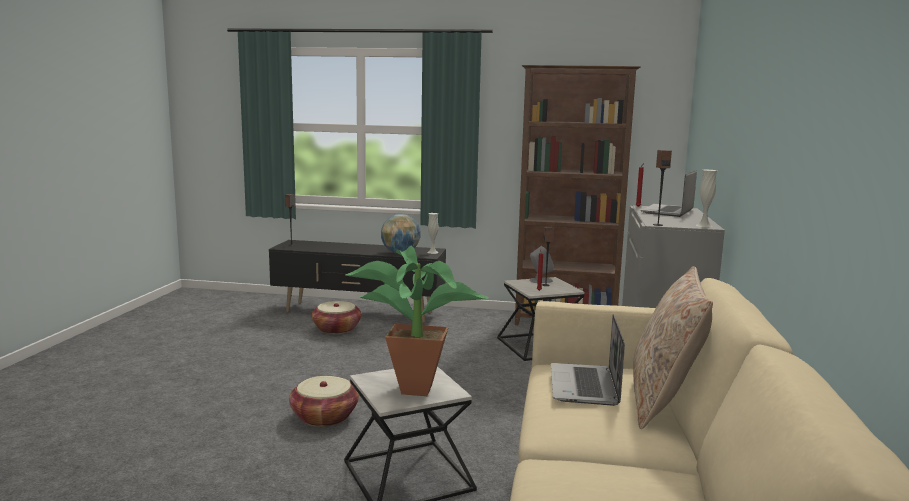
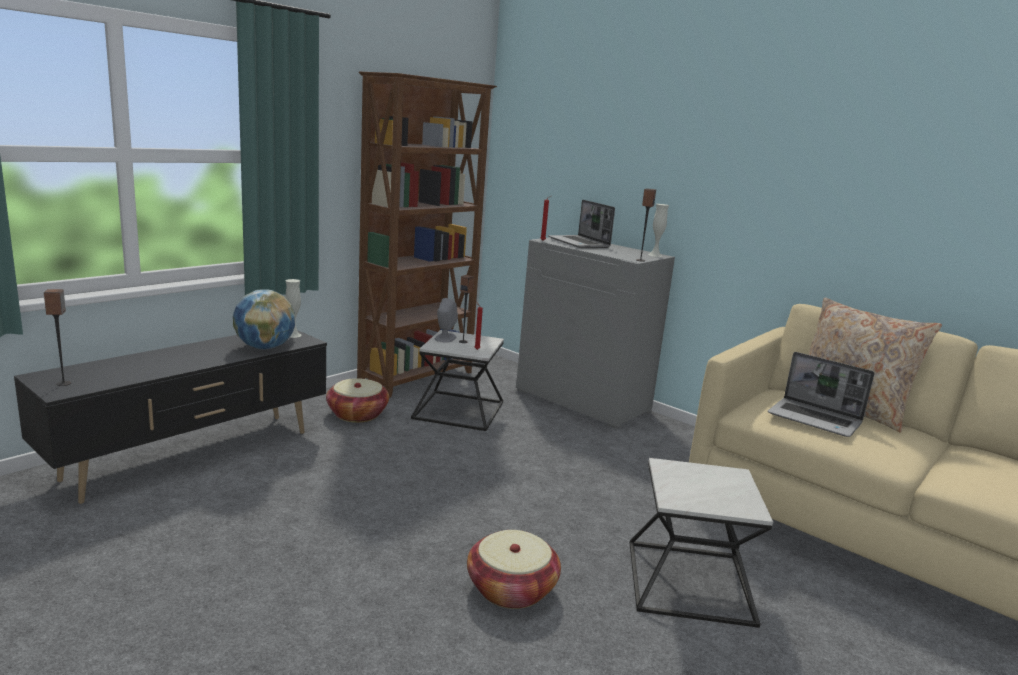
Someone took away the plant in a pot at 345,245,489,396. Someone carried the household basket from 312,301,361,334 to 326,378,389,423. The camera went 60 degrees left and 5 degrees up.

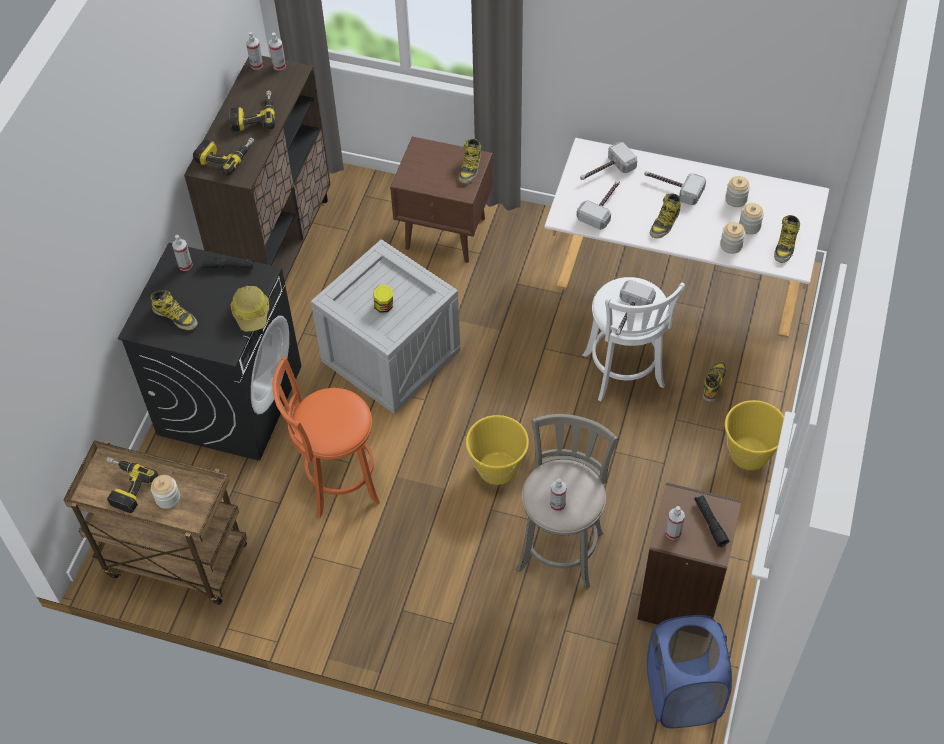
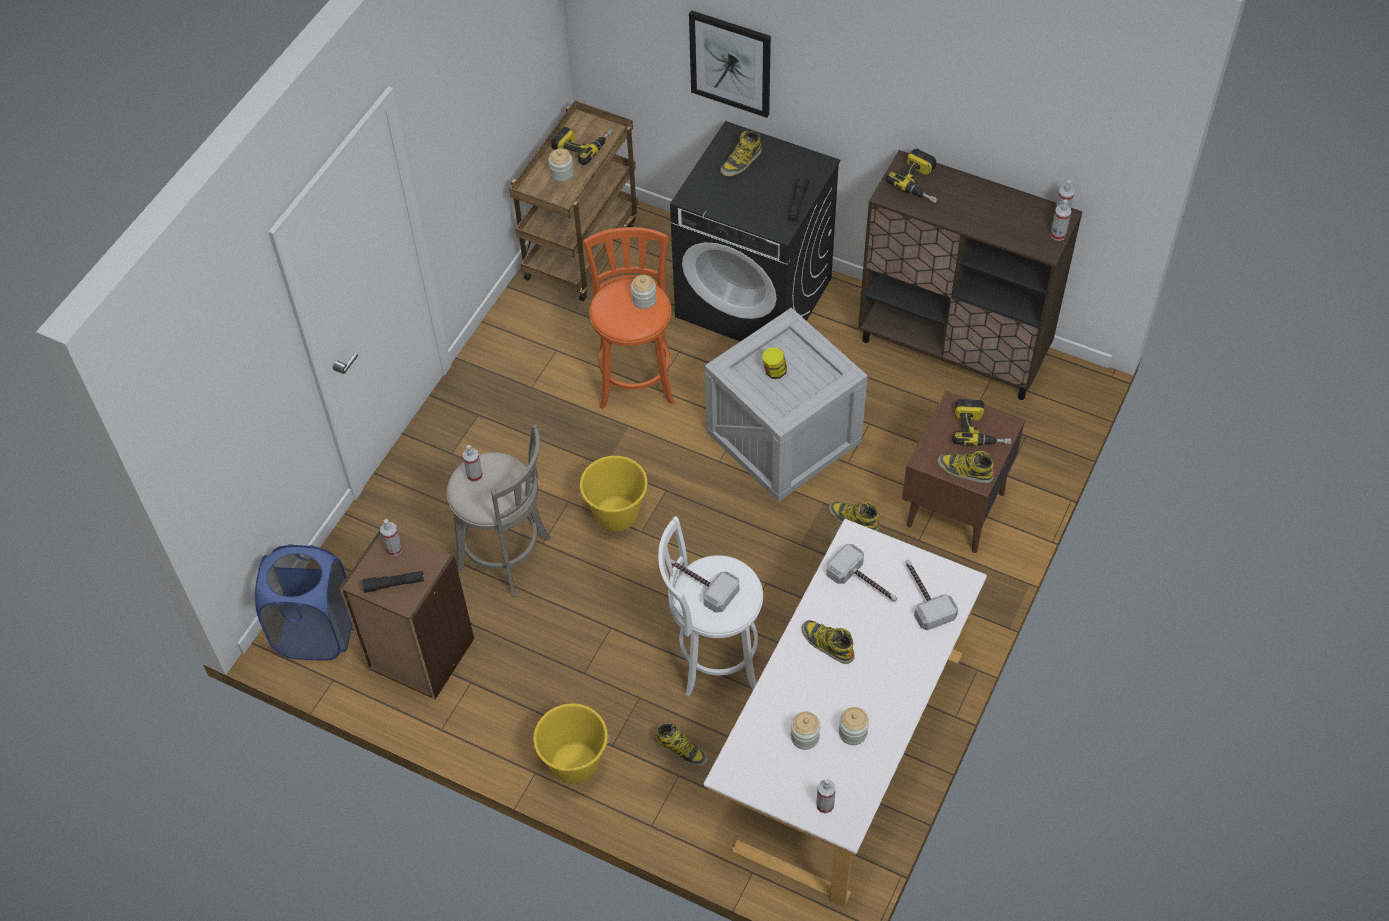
Someone took away the work helmet at 230,286,269,332. Someone took away the hand hammer at 644,171,706,205. Someone put up the wall picture at 689,10,771,118. Someone carried the hand sprayer from 172,235,193,271 to 816,779,836,814. Someone carried the drill from 230,90,275,132 to 952,399,1011,446. Someone carried the preserve jar from 720,222,745,254 to 631,275,656,309. Someone carried the high-top boot from 774,215,800,263 to 828,502,880,531. The camera went 100 degrees right and 0 degrees up.

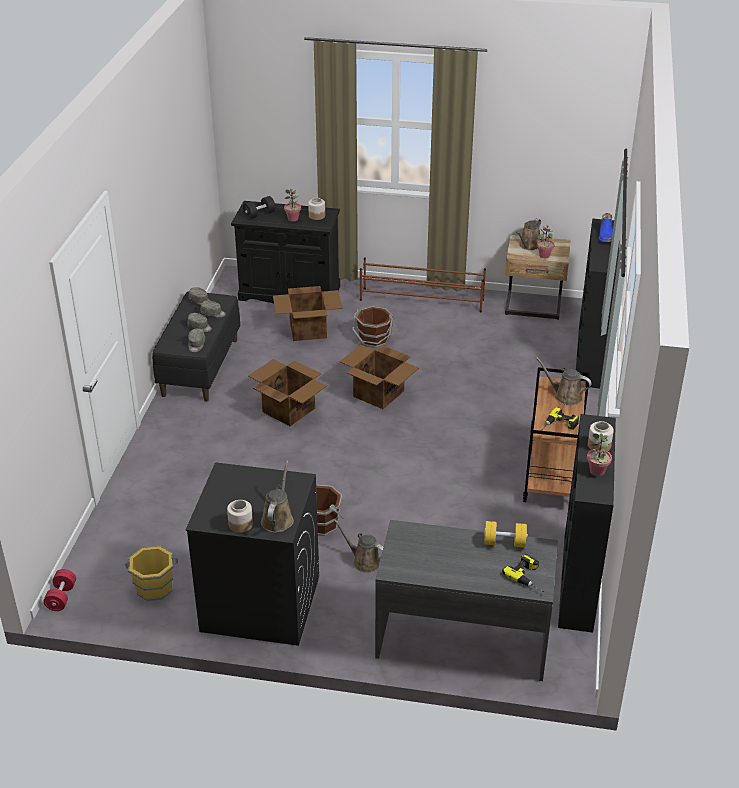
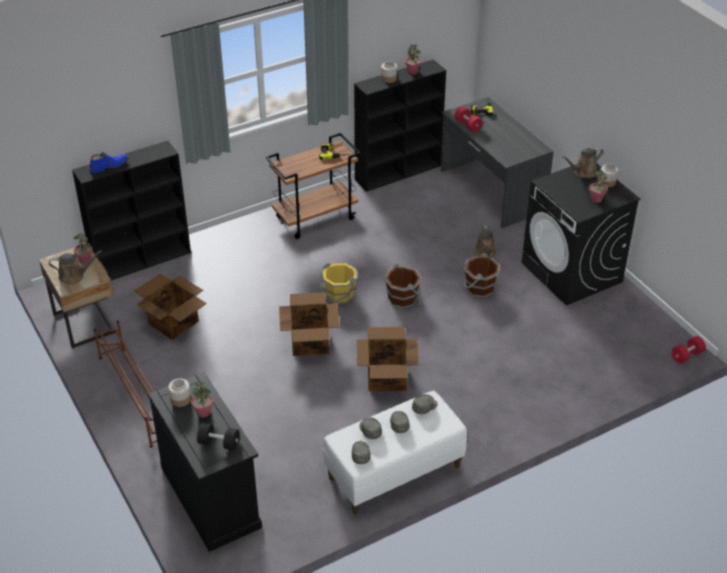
Someone took away the brown sprinkling can at 536,357,591,405. Someone put down the plant in a pot at 589,170,609,203. Someone carried the yellow water bucket from 124,545,178,601 to 318,263,357,304. Someone carried the cardboard box from 273,286,343,341 to 134,273,207,340. Someone carried the brown water bucket from 352,306,393,348 to 384,264,421,309. Someone repainted the black long seat at 152,291,240,402, which became the white long seat at 323,390,467,515. Someone repainted the yellow dumbbell at 483,521,528,547, which became the reddish dumbbell at 454,106,483,132. The camera went 130 degrees left and 5 degrees up.

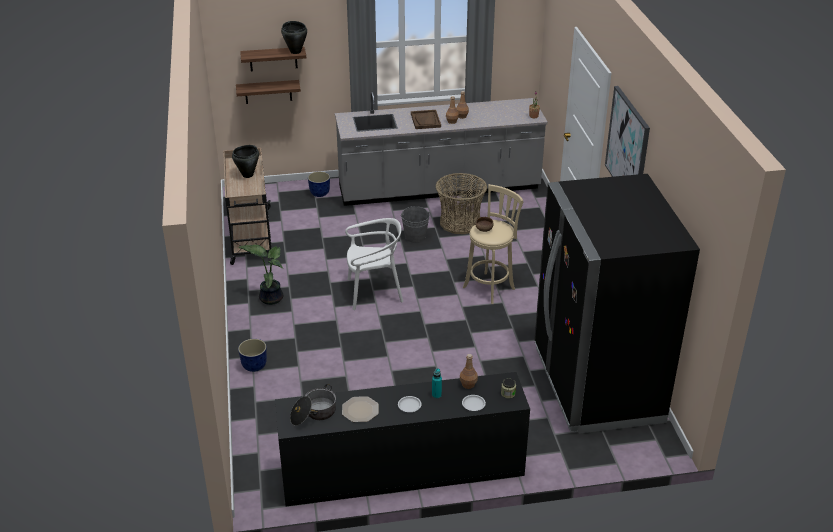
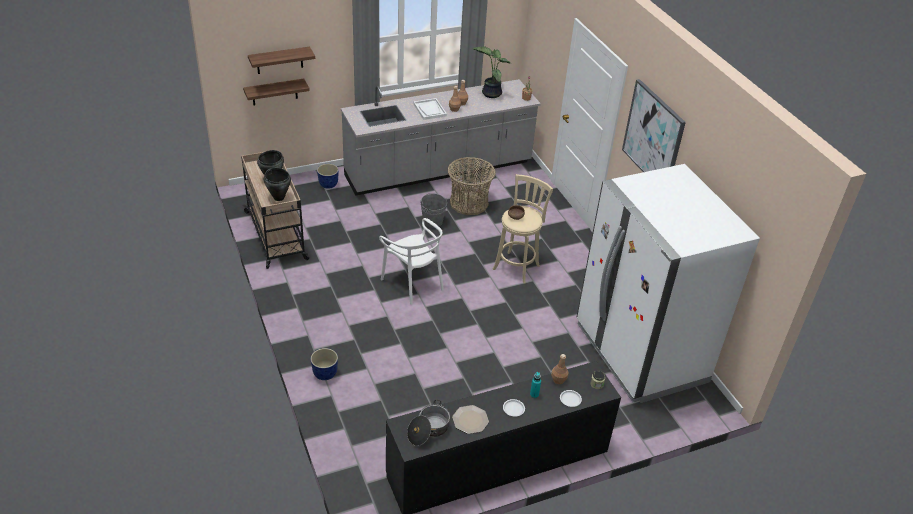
Someone carried the plant in a pot from 238,245,283,305 to 473,47,512,98. Someone carried the black saucepot from 281,21,307,54 to 264,168,291,201. Someone repainted the brown serving tray at 411,110,441,129, which became the white serving tray at 413,98,447,120. Someone repainted the black refrigerator at 534,174,700,434, which became the white refrigerator at 577,164,760,404. Someone rotated the white upright chair at 345,218,403,310 by 75 degrees clockwise. The camera went 15 degrees left and 5 degrees up.

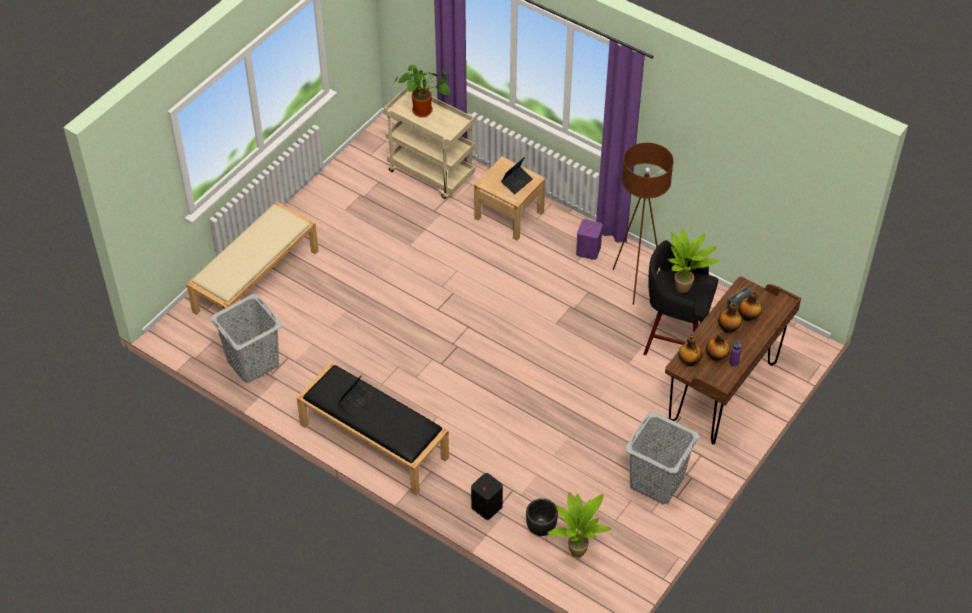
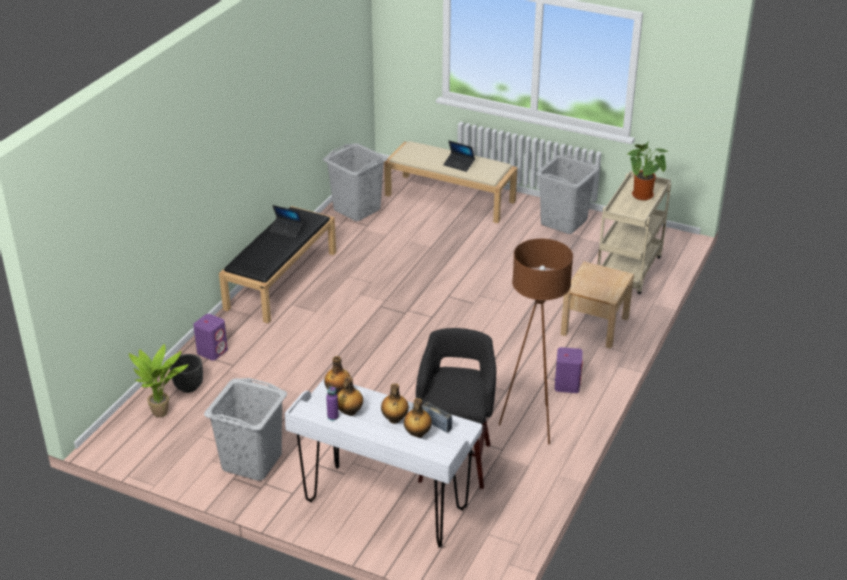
Someone took away the plant in a pot at 668,229,719,293. Someone put down the gray laundry basket at 536,155,599,234. Someone carried the laptop from 501,157,533,194 to 443,141,475,172. Someone repainted the black speaker at 471,473,503,520, which became the purplish speaker at 193,314,228,361. Someone repainted the brown desk table at 665,276,801,444, which became the white desk table at 285,378,482,548. The camera went 80 degrees right and 15 degrees down.

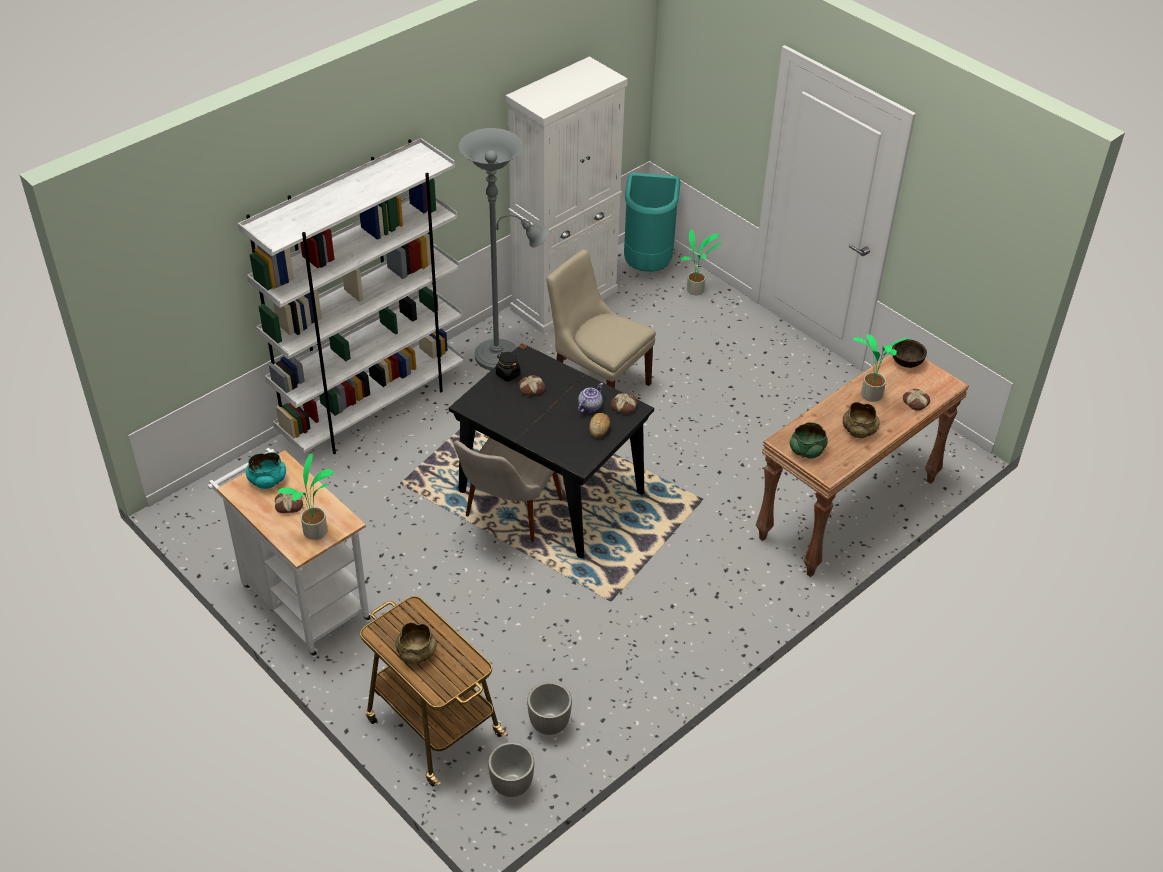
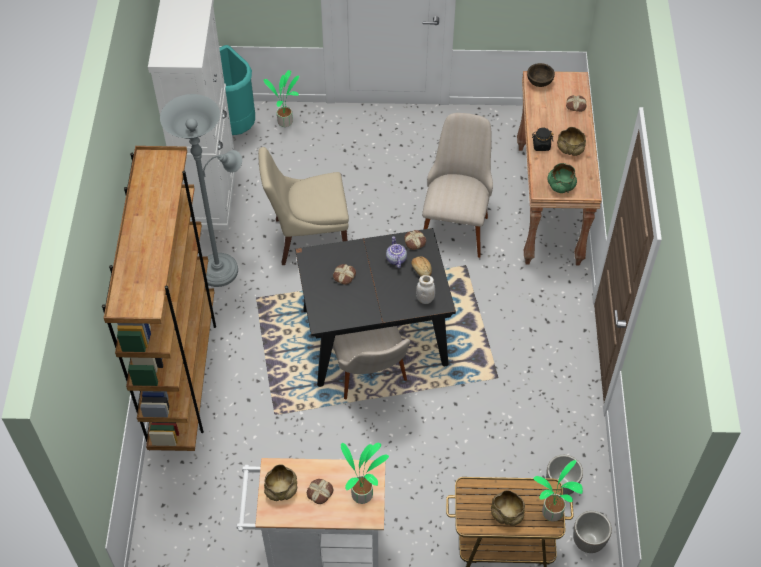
Someone put down the white preserve jar at 416,275,435,304. Someone put down the beige-coloured upright chair at 422,113,493,258. Someone carried the black preserve jar from 496,352,520,381 to 532,128,553,151. Someone carried the plant in a pot from 853,335,911,402 to 533,460,583,522. Someone repainted the white bookshelf at 238,138,465,454, which became the brown bookshelf at 102,146,216,451. Someone repainted the turquoise bowl at 246,452,286,489, which became the beige-coloured bowl at 264,464,297,501. The camera went 45 degrees left and 10 degrees up.

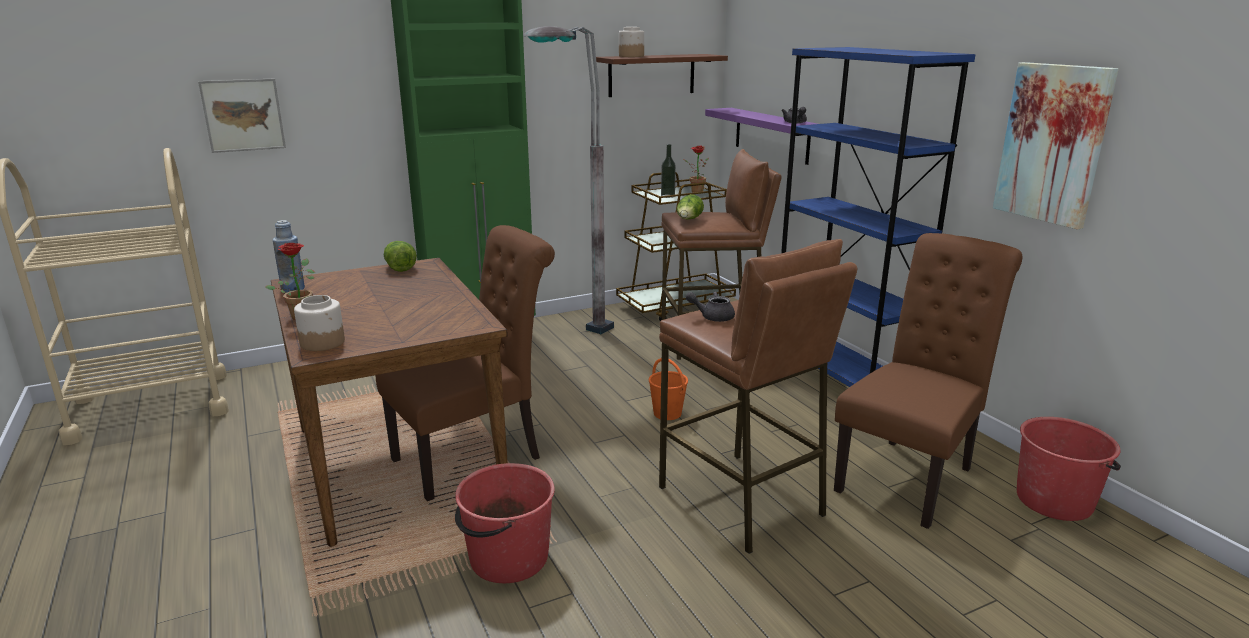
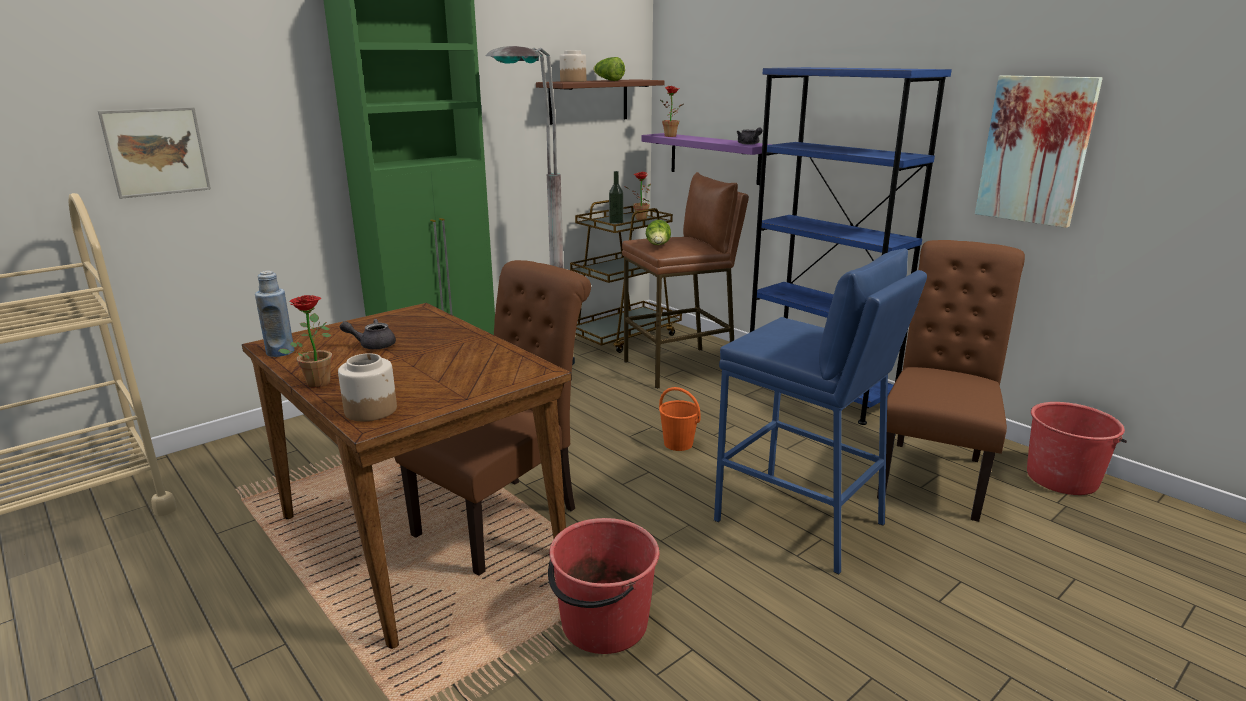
Someone put down the plant in a pot at 660,86,684,137. Someone carried the head of lettuce from 384,241,417,272 to 593,57,625,81. Someone carried the gray tea pot from 685,292,735,322 to 340,319,396,349. Someone repainted the brown sitting stool at 659,239,857,554, which became the blue sitting stool at 714,248,927,574. The camera went 15 degrees left and 0 degrees up.

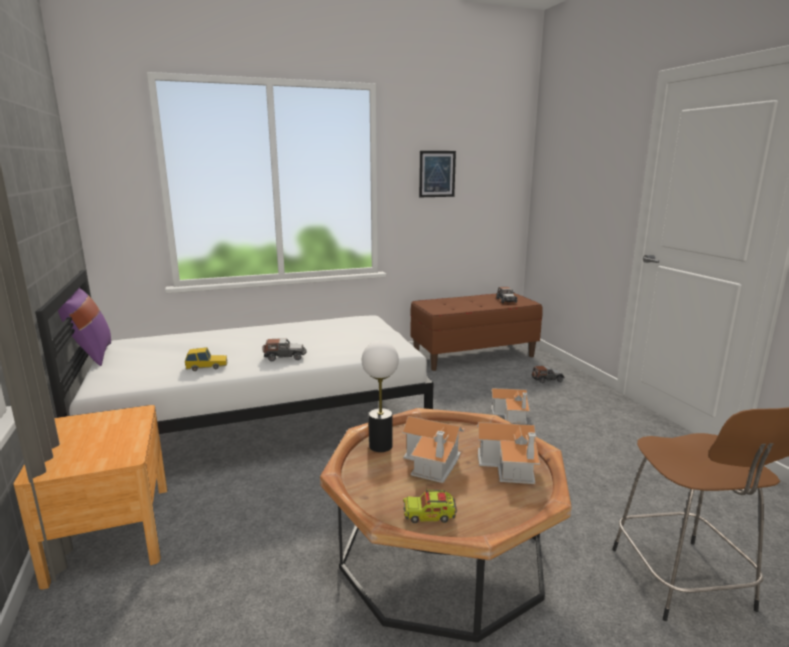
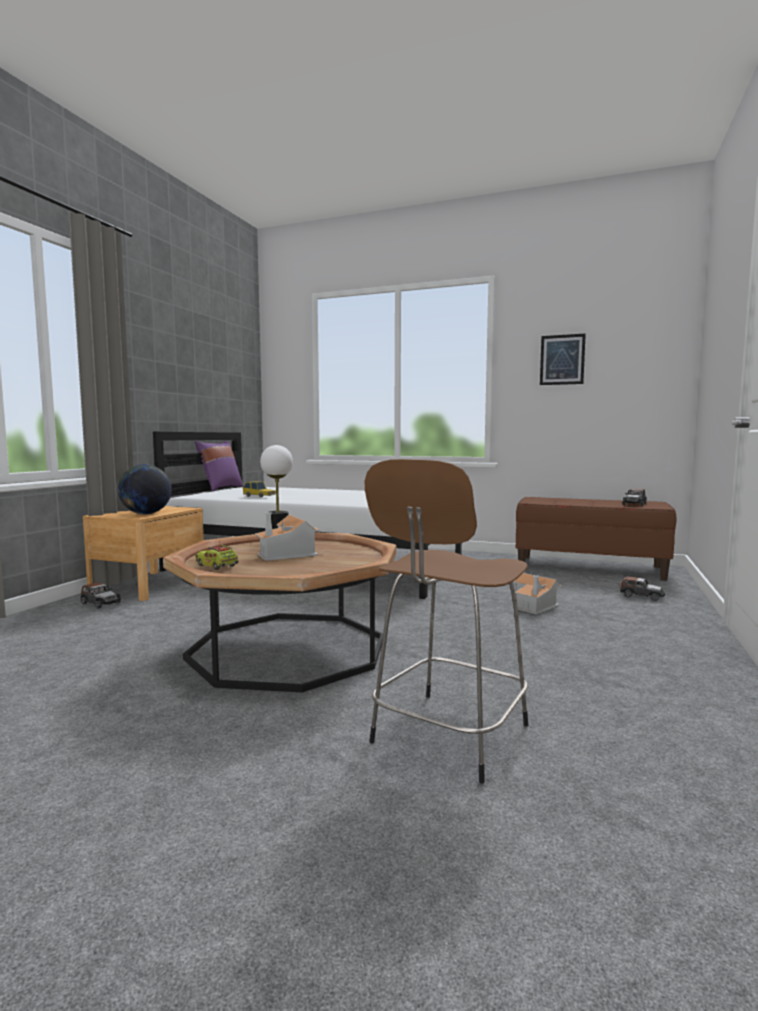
Someone took away the toy house at 477,422,540,484. Someone put down the globe at 118,464,172,514. Someone carried the miniature car from 262,339,307,361 to 81,583,121,609. The camera went 40 degrees right and 10 degrees down.

